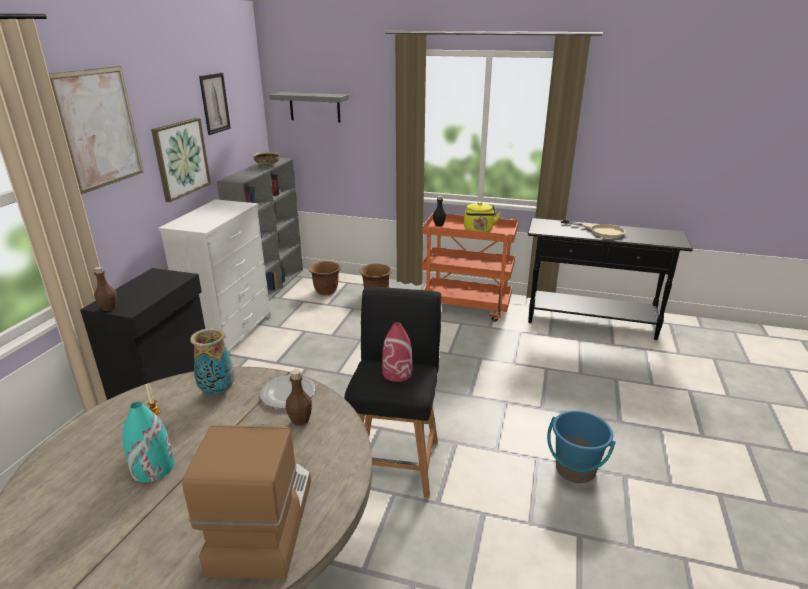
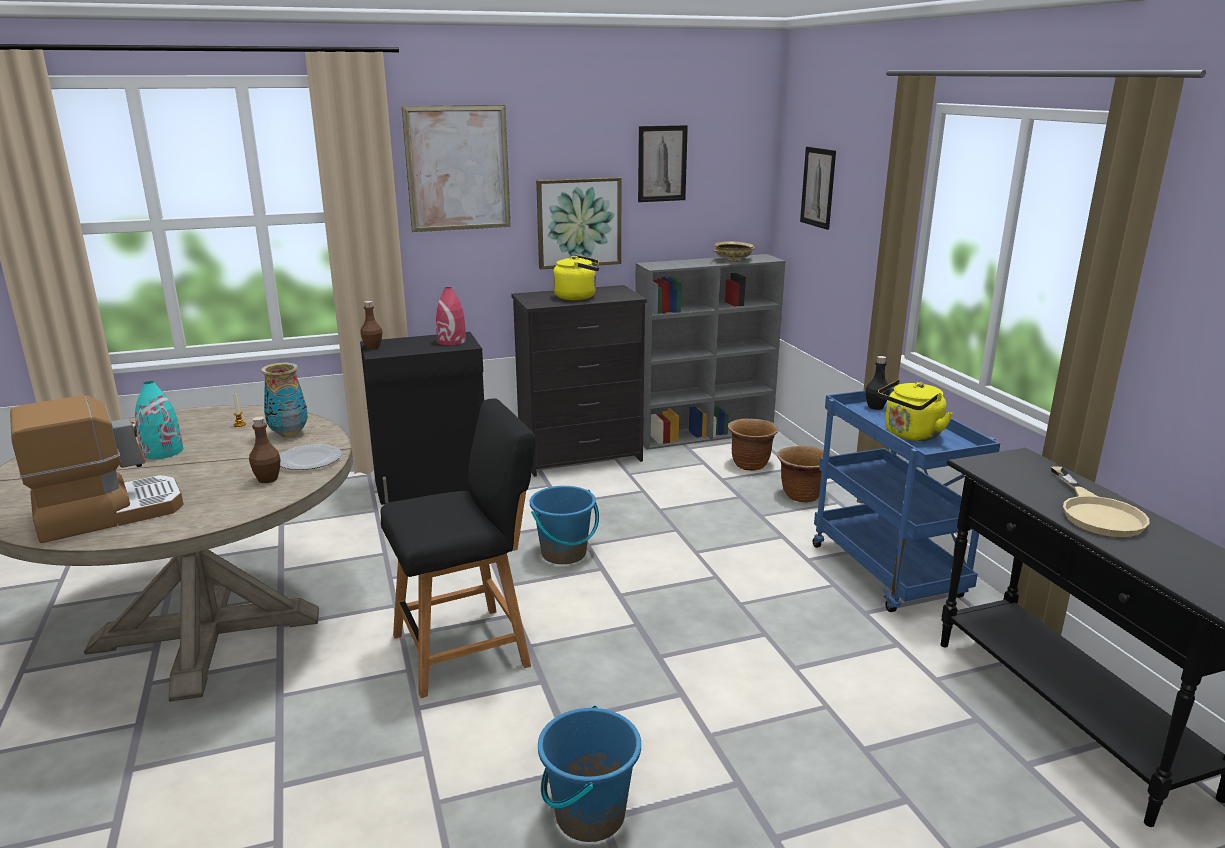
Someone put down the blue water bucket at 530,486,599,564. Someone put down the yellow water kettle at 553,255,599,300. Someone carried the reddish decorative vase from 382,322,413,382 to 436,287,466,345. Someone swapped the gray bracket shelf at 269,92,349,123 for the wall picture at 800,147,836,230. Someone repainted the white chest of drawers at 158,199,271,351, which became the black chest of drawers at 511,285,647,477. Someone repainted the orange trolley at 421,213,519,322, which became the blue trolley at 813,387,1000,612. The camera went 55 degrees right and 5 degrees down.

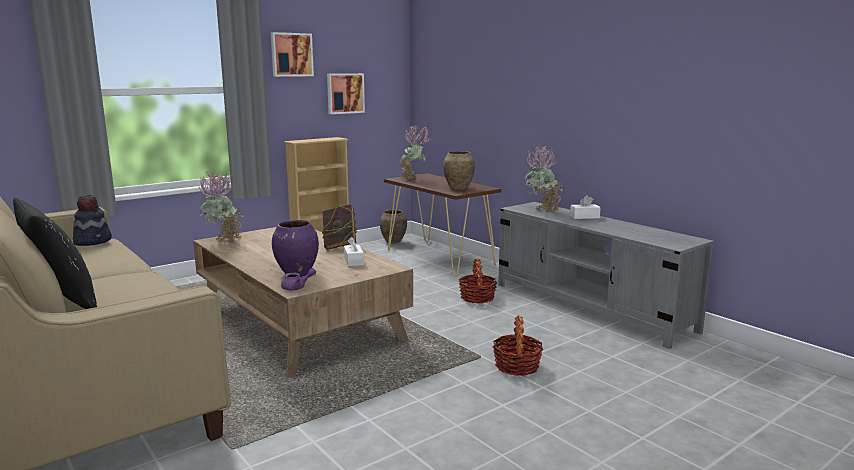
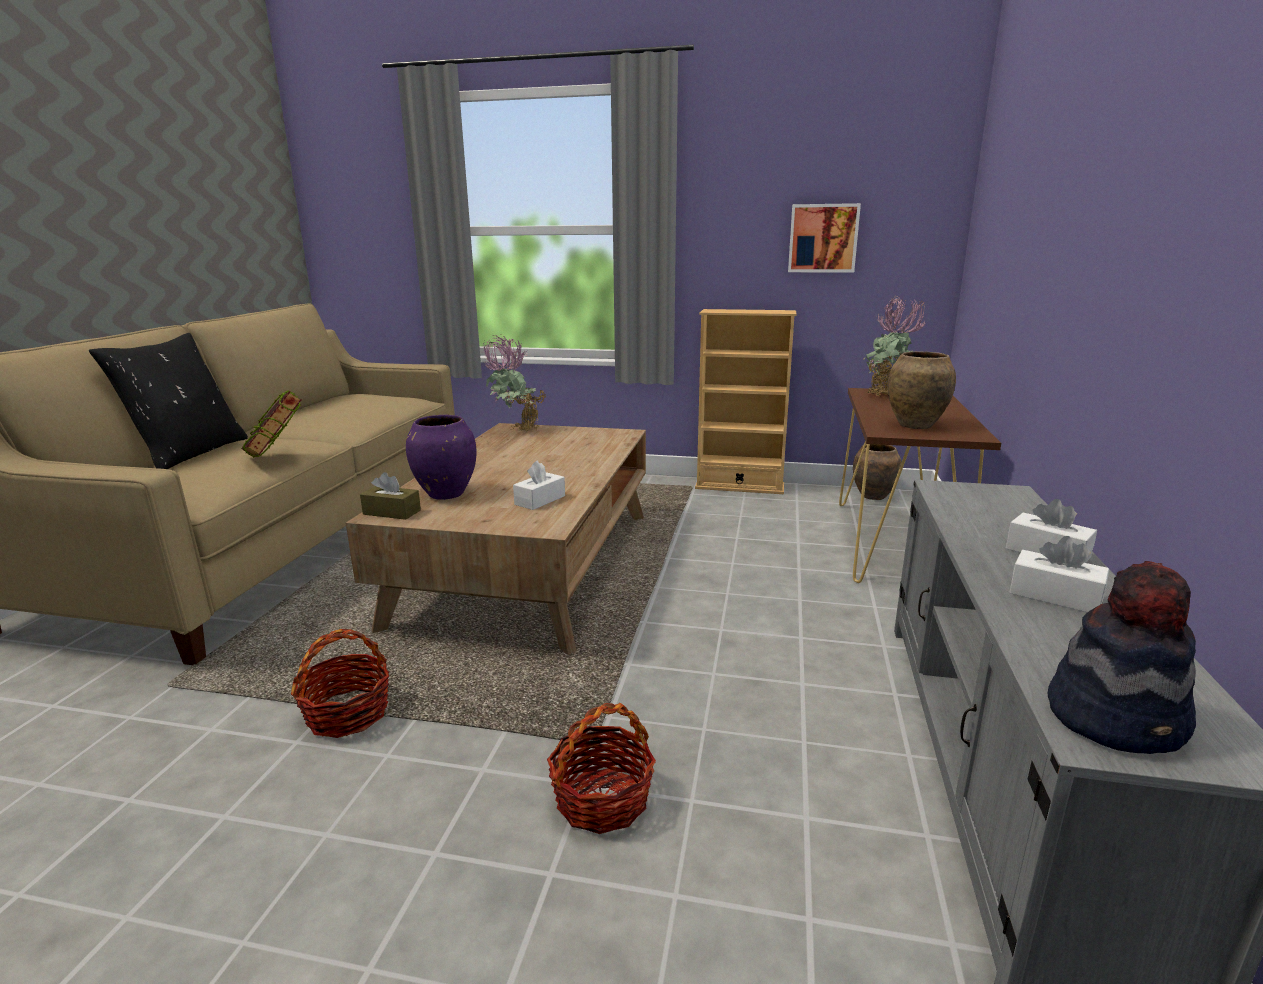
Someone took away the wall picture at 271,32,314,77. Someone took away the plant in a pot at 524,144,565,211. Someone put down the white box of tissues at 1009,536,1109,612. Someone carried the hat from 73,194,112,246 to 1048,561,1196,754. Someone carried the bound book from 322,204,357,250 to 241,390,302,458. Someone carried the household basket from 459,259,497,303 to 291,629,389,738. Someone swapped the purplish tea pot at 281,268,316,291 for the brown box of tissues at 360,472,421,520. The camera went 50 degrees right and 5 degrees up.

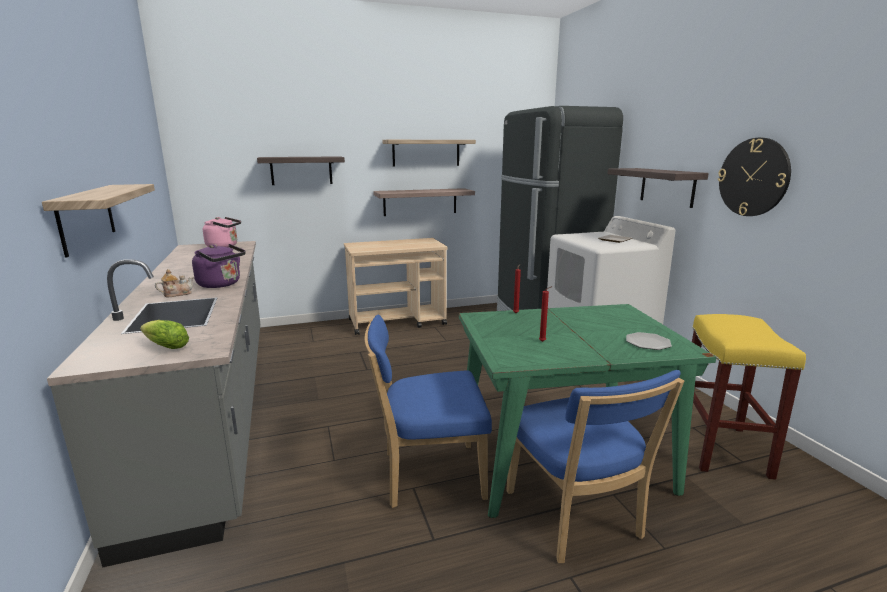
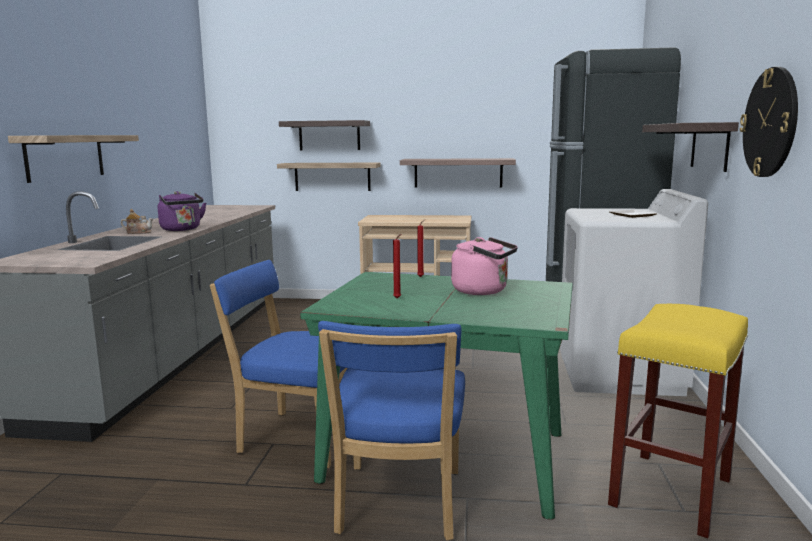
Someone took away the head of lettuce at 140,320,189,349. Someone took away the flat dish at 626,332,672,350. Someone carried the pink-coloured water kettle from 203,217,241,248 to 451,237,518,295. Someone carried the bracket shelf from 383,140,476,167 to 277,163,380,191. The camera went 25 degrees right and 5 degrees down.

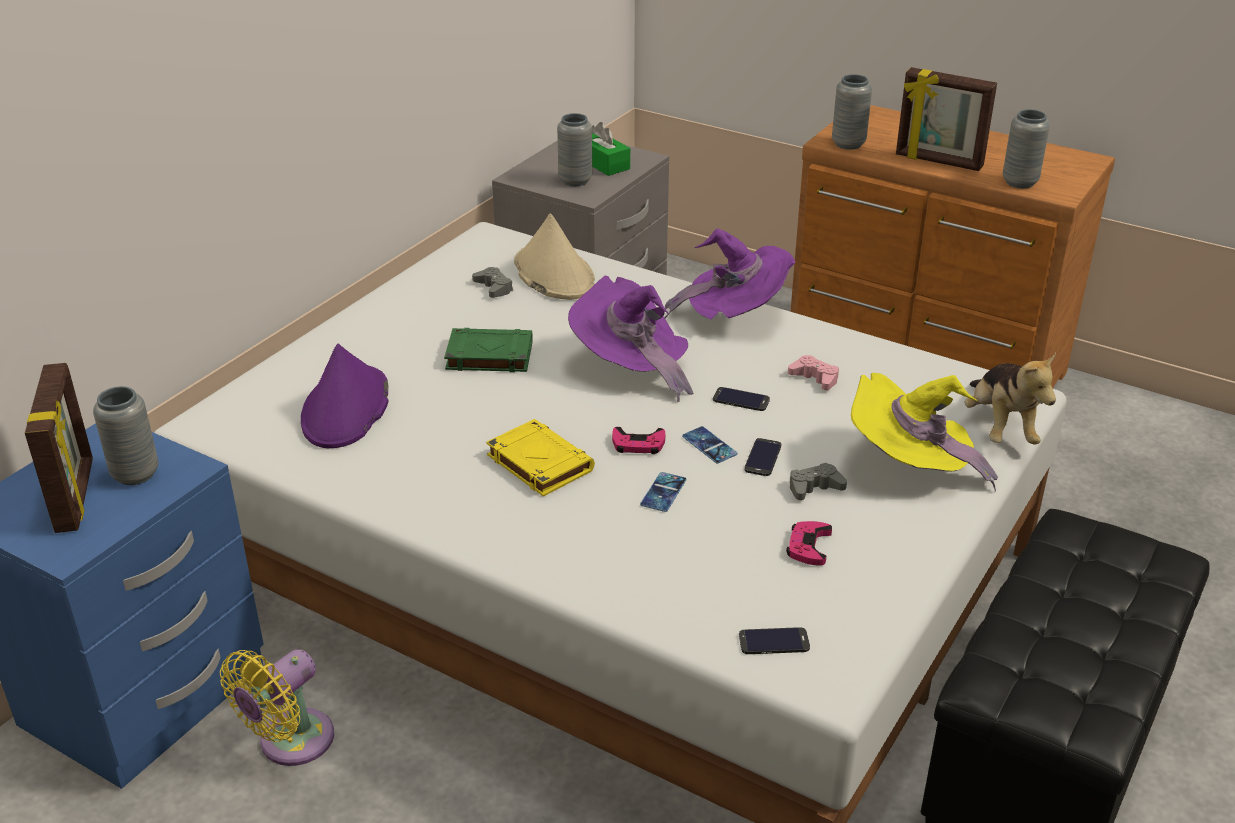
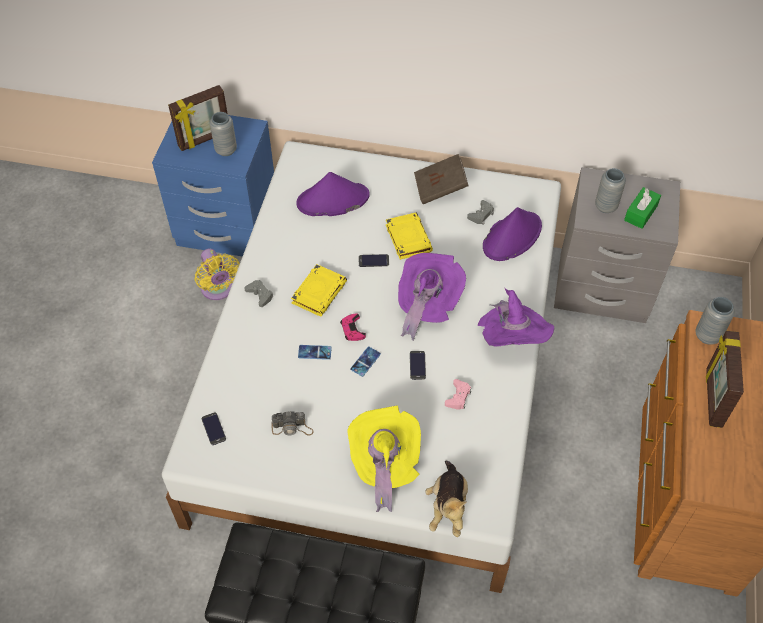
Someone took away the gray decorative vase at 1003,109,1050,188. Someone put down the brown bound book at 414,154,468,204. Someone carried the telephone from 744,438,781,476 to 358,254,389,267. Someone carried the gray joypad from 790,463,847,500 to 244,280,273,307. Someone swapped the pink-coloured joypad at 786,521,832,566 for the still camera at 271,411,313,436. Someone repainted the green bound book at 444,328,533,372, which became the yellow bound book at 386,213,433,260. Someone repainted the beige-coloured hat at 514,213,595,300, which became the purplish hat at 483,207,542,261. Someone rotated the yellow fan at 220,649,334,766 by 135 degrees counterclockwise. Someone rotated the soft toy at 965,353,1056,445 by 60 degrees counterclockwise. The camera went 70 degrees right and 20 degrees up.

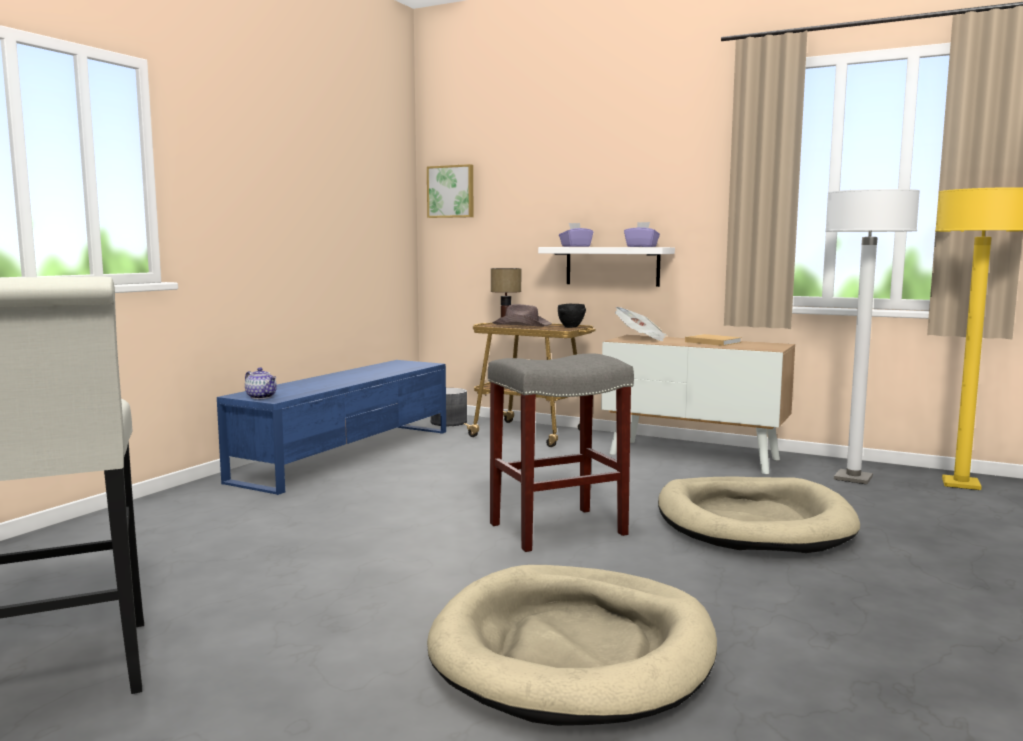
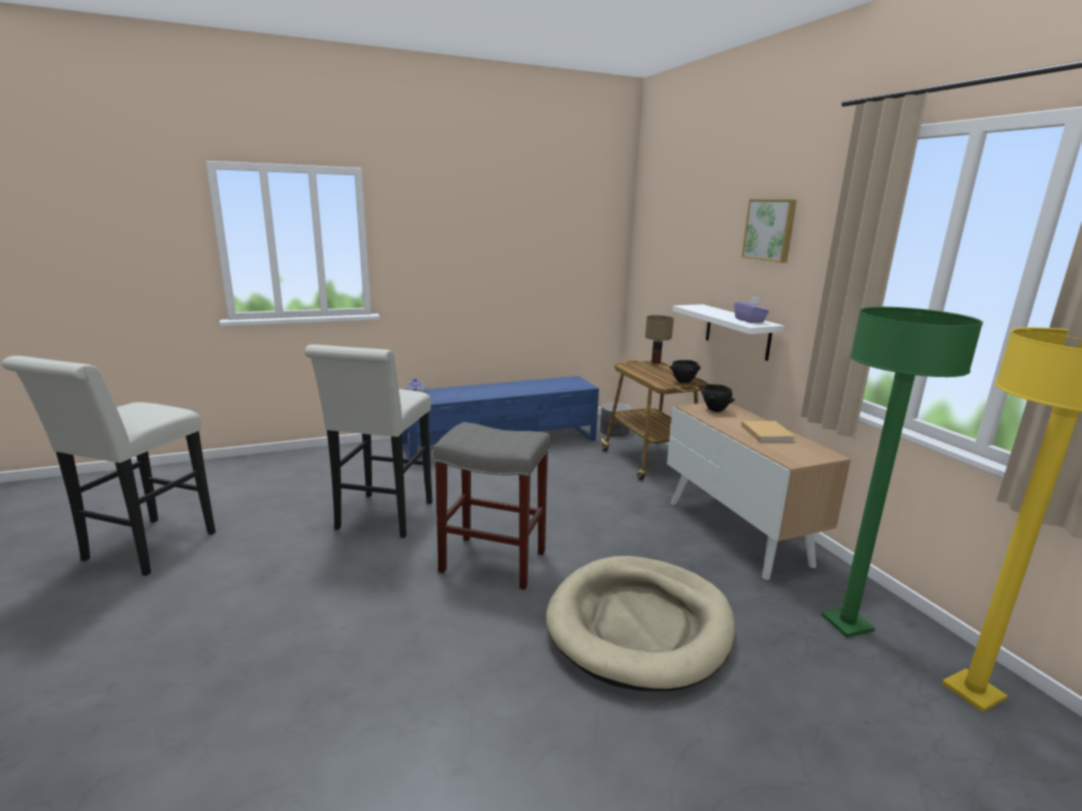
Someone took away the beige-coloured pet bed at 427,565,717,726. Someone took away the brown hat at 491,304,552,327. Someone took away the purplish box of tissues at 559,223,593,247. Someone put down the white sitting stool at 305,344,433,538. Someone carried the wall picture from 427,164,473,218 to 742,199,797,263. Someone swapped the printed paper at 615,307,666,341 for the black bowl at 701,384,735,412. Someone repainted the white standing lamp at 825,189,920,484, which became the green standing lamp at 821,307,983,637. The camera went 40 degrees right and 10 degrees up.

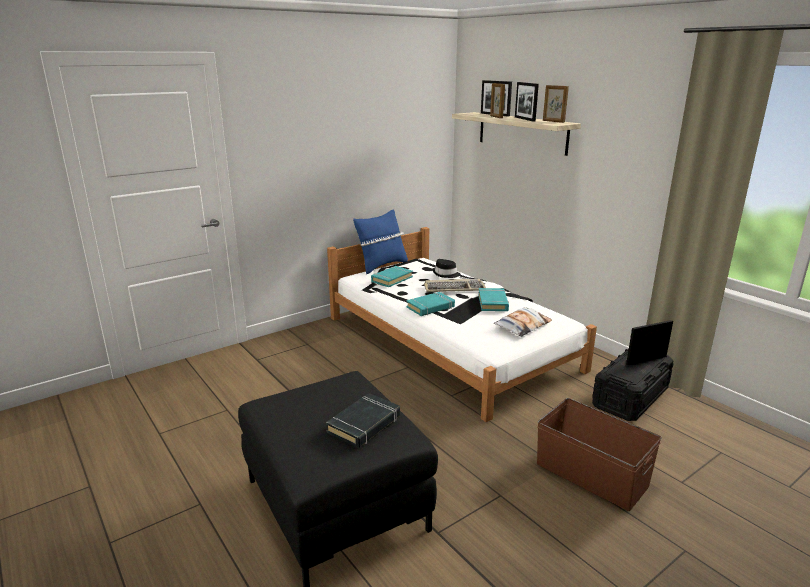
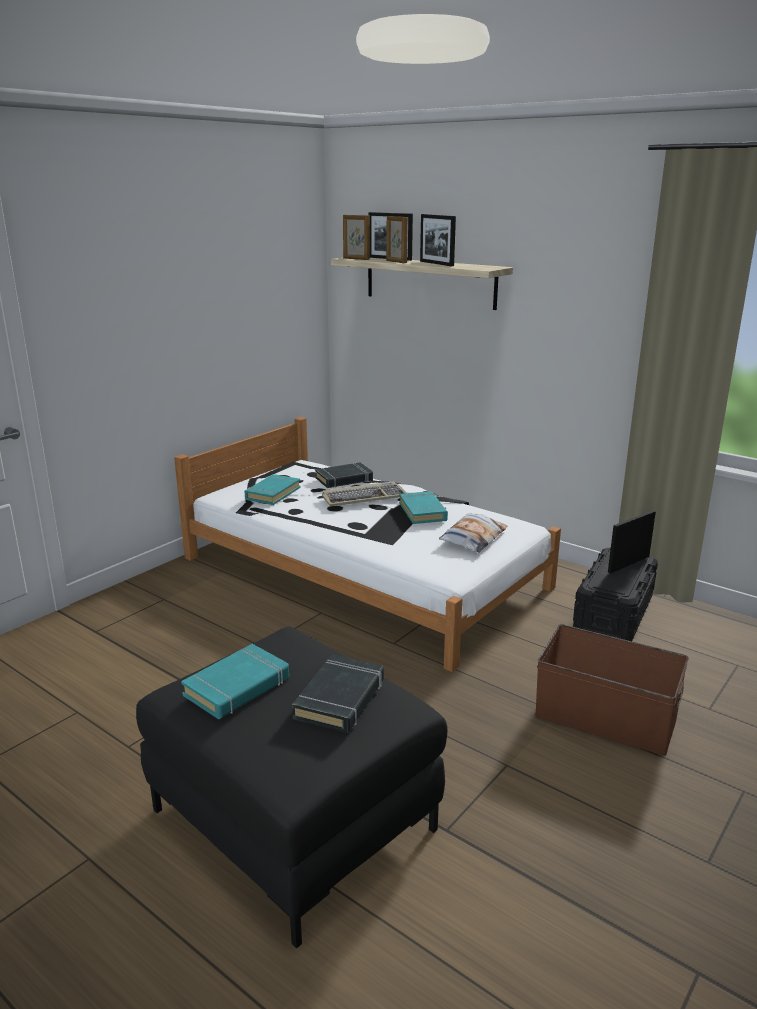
Someone took away the blue cushion at 353,210,408,274. Someone carried the turquoise bound book from 407,292,455,316 to 181,644,289,719. Someone carried the photo frame from 543,85,569,123 to 343,215,370,260. Someone swapped the black hat at 432,259,461,278 for the black bound book at 315,463,373,488. The camera went 15 degrees left and 0 degrees up.

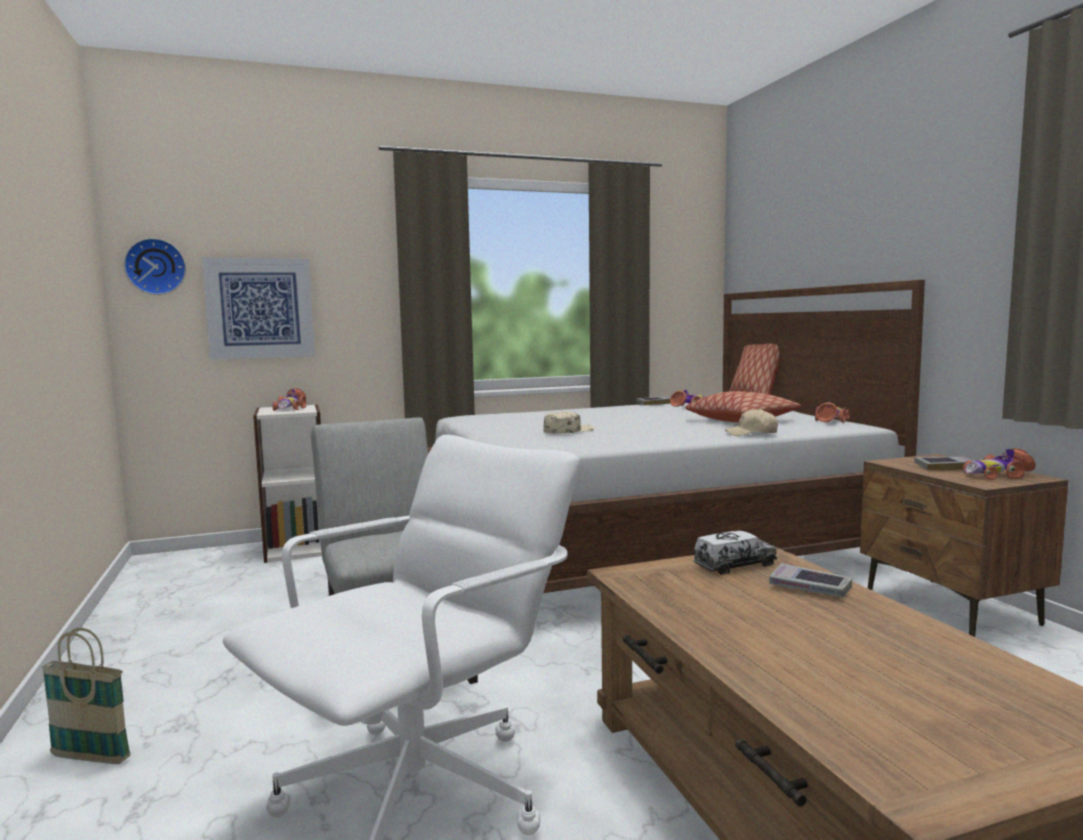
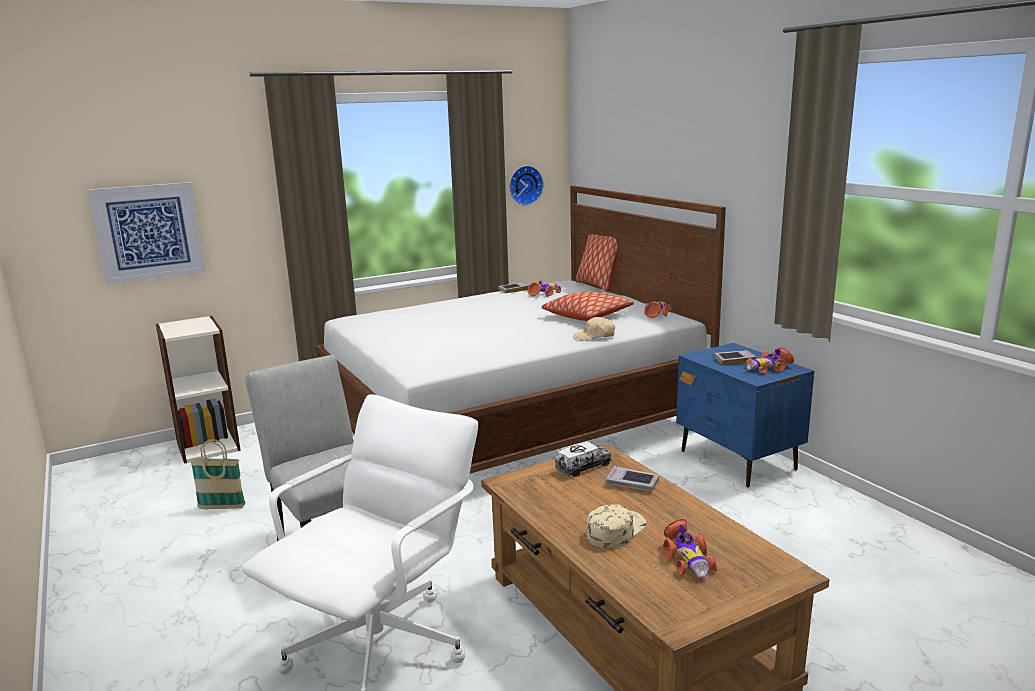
Someone carried the household basket from 42,628,131,764 to 190,439,246,509. Someone carried the clock on the wall from 124,238,186,295 to 509,166,544,206. Someone carried the miniature car from 273,388,306,411 to 663,518,717,578. Someone carried the beige-coloured peaked cap from 543,411,594,434 to 586,504,646,548. Someone repainted the brown night table at 860,454,1068,637, which became the blue night table at 676,343,814,488. The camera went 10 degrees left and 10 degrees up.

